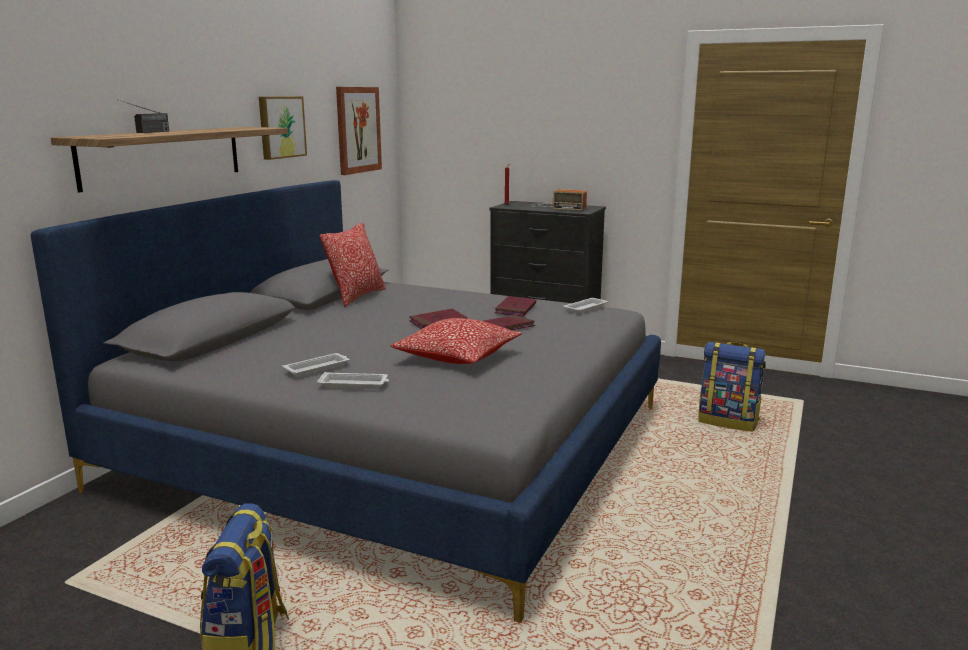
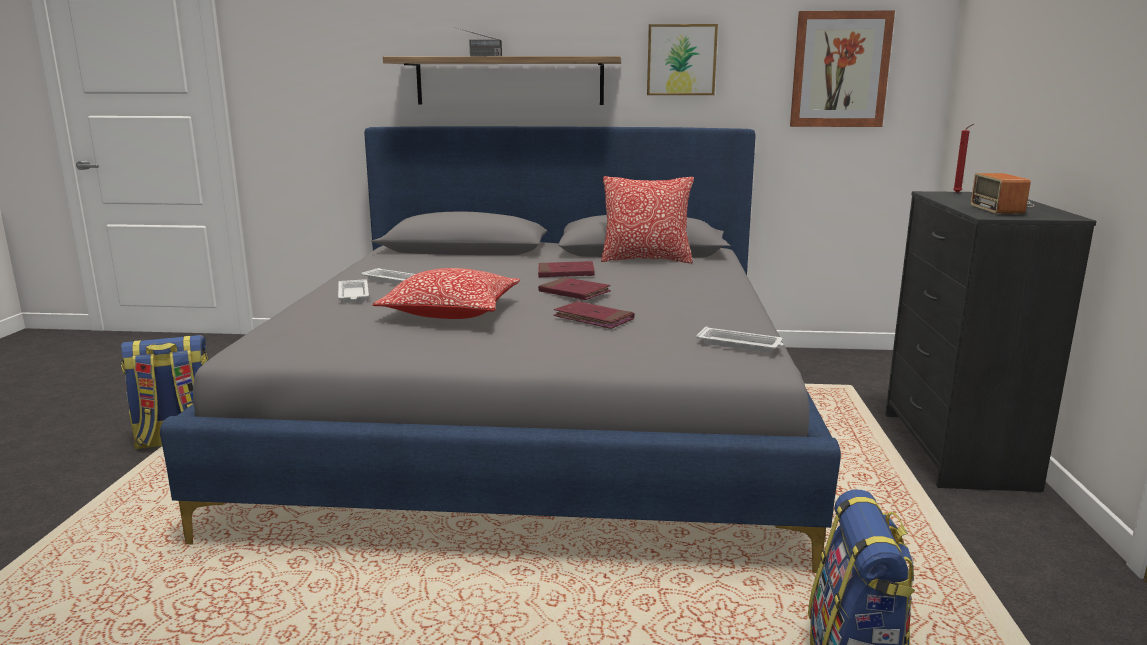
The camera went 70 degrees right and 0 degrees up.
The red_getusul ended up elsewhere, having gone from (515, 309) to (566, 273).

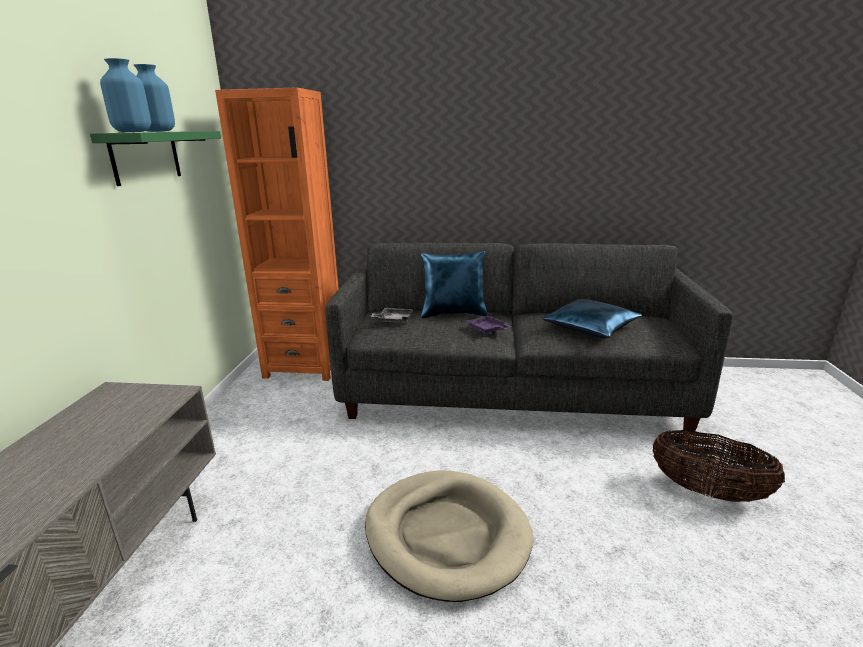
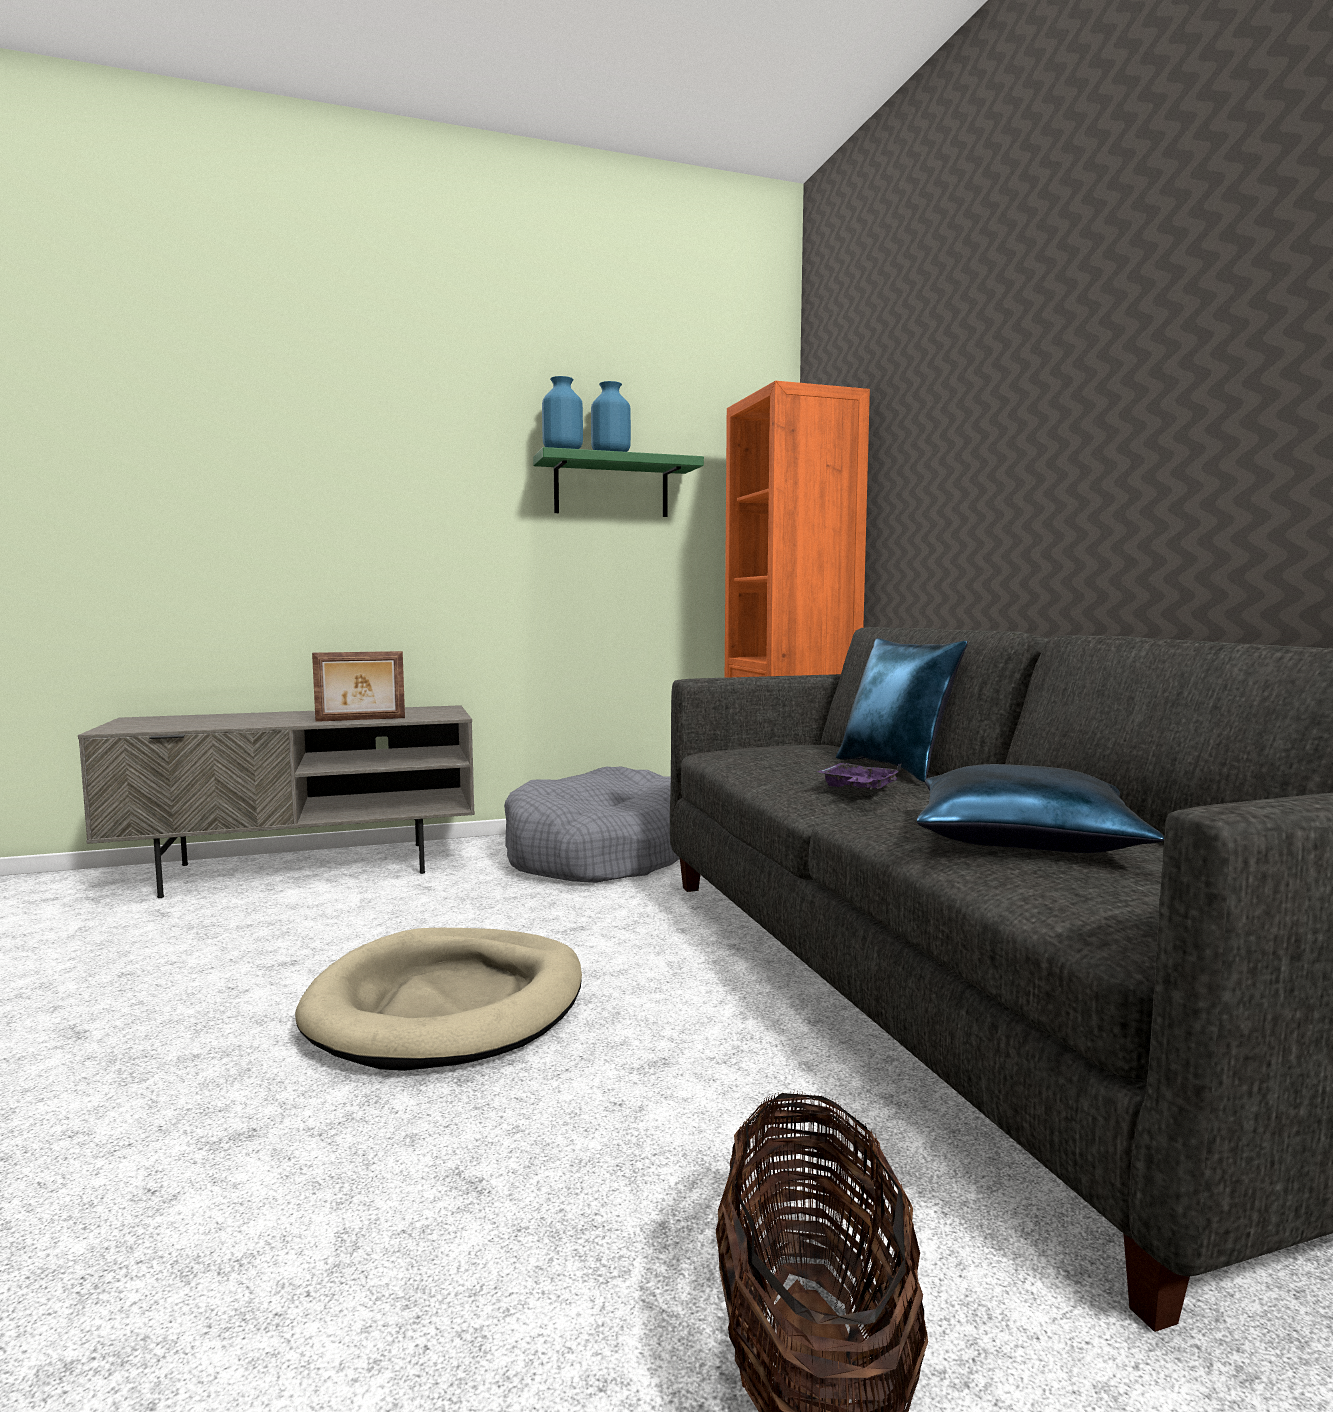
The camera went 65 degrees right and 15 degrees down.
The second view lost the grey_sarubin at (394, 320).
The second view gained the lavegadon at (360, 719).
The second view gained the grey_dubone at (602, 854).

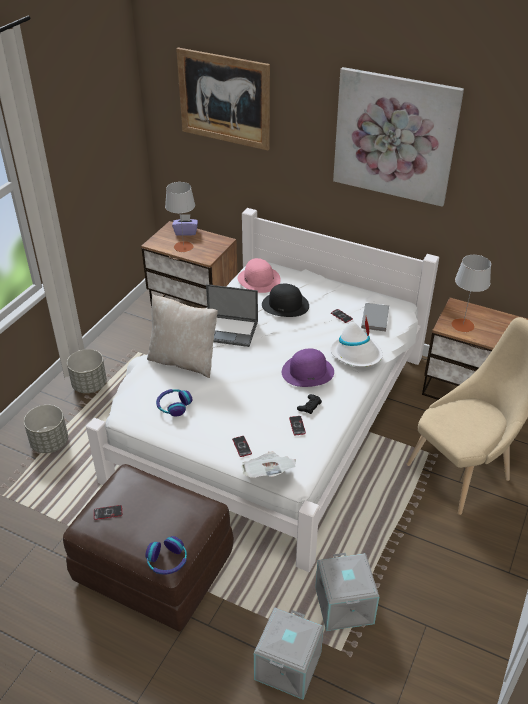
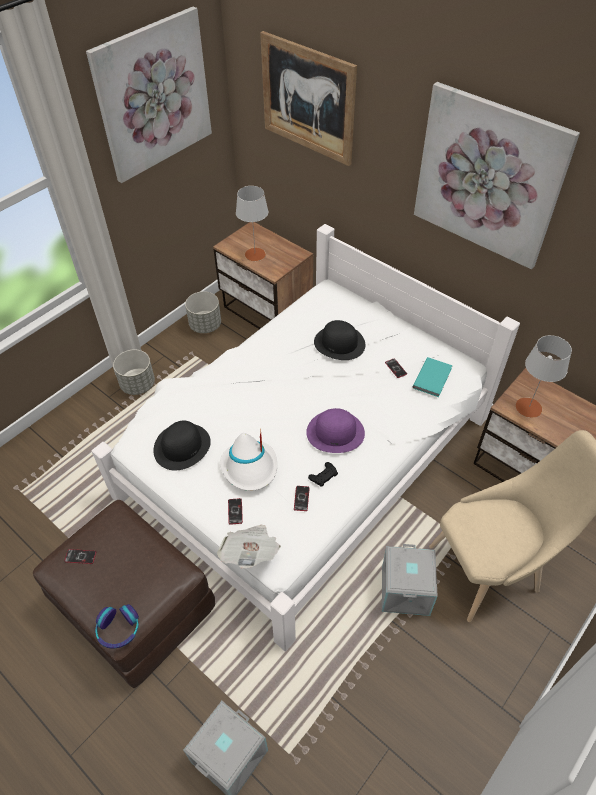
The camera went 15 degrees right and 10 degrees up.
The second view lost the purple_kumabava at (186, 232).
The second view lost the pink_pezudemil at (259, 280).
The second view lost the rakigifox at (229, 330).
The second view lost the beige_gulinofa at (184, 361).
What was the grey_getusul at (376, 318) turned into the turquoise_getusul at (433, 378).
The white_pezudemil ended up elsewhere, having gone from (357, 354) to (250, 467).
Where the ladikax stood at (173, 405), the black_pezudemil came to stand at (182, 446).
The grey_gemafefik ended up elsewhere, having gone from (50, 443) to (205, 325).
The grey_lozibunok ended up elsewhere, having gone from (345, 605) to (406, 591).
The second view gained the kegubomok at (153, 96).

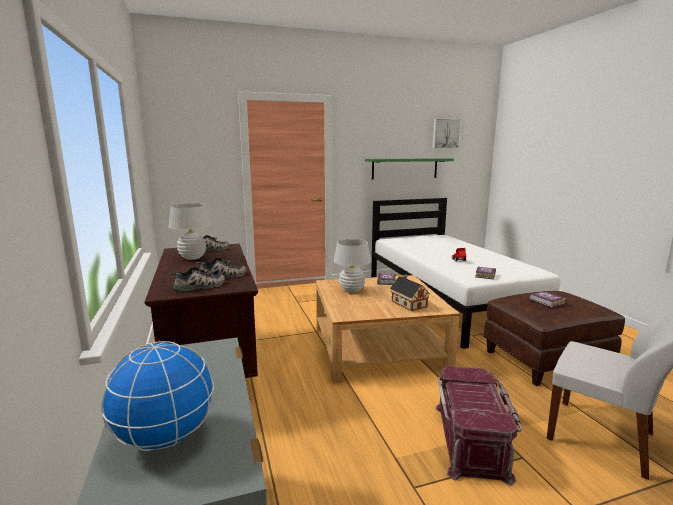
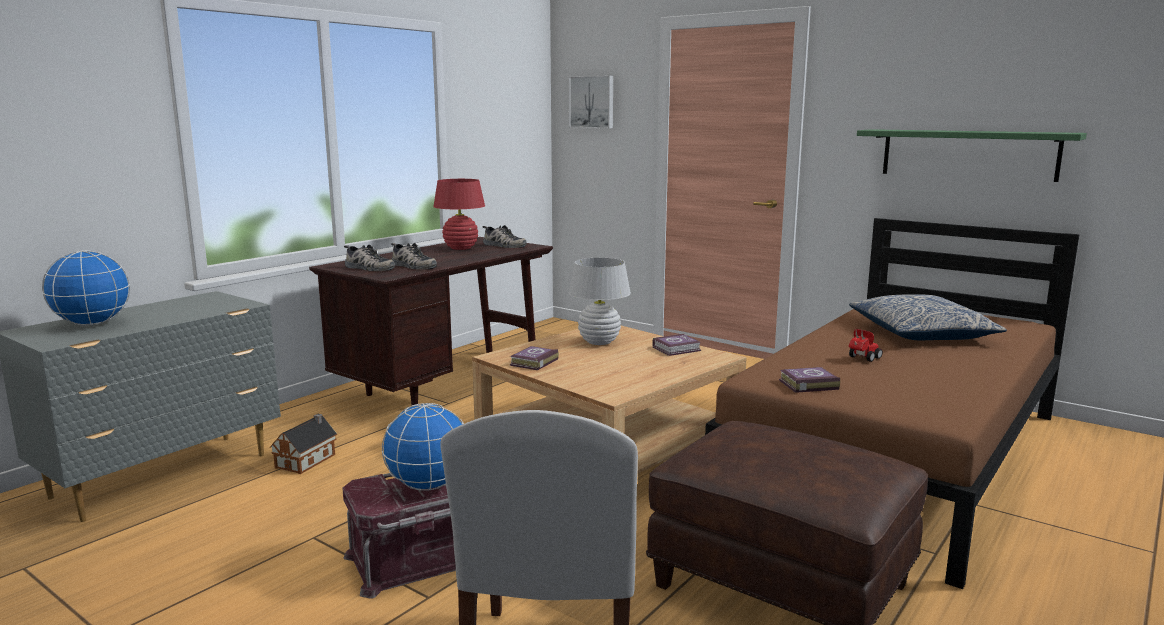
The camera went 55 degrees right and 0 degrees up.
The kegubomok ended up elsewhere, having gone from (445, 133) to (592, 102).
What was the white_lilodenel at (449, 300) turned into the brown_lilodenel at (898, 456).
What was the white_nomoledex at (192, 258) turned into the red_nomoledex at (460, 248).
The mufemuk ended up elsewhere, having gone from (408, 303) to (307, 460).
The getusul ended up elsewhere, having gone from (547, 302) to (533, 362).
The second view gained the gulinofa at (920, 333).
The second view gained the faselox at (428, 486).

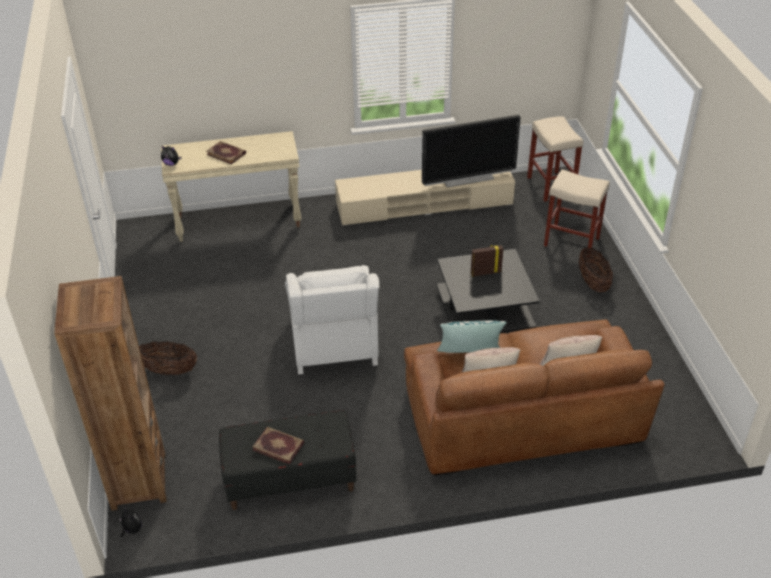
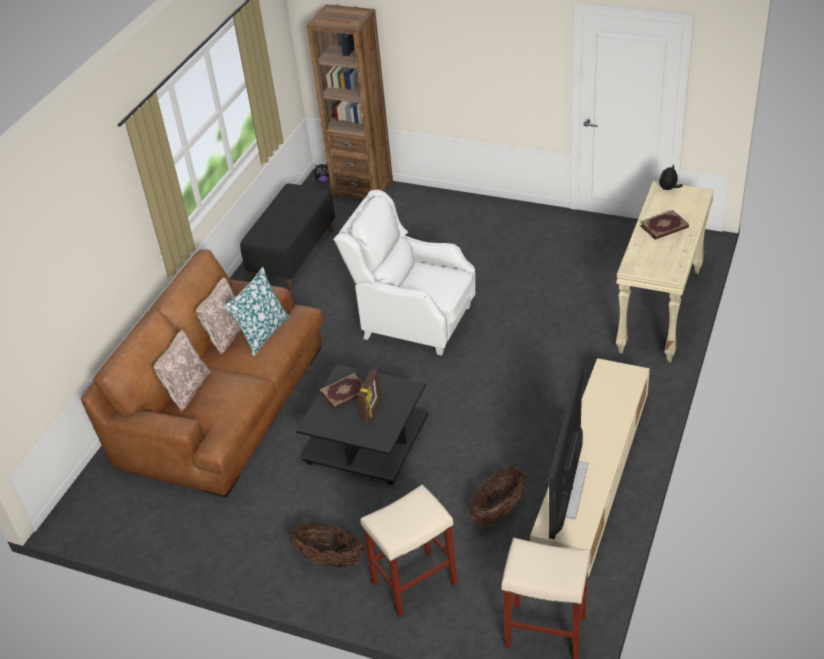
The camera went 125 degrees right and 0 degrees up.
The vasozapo ended up elsewhere, having gone from (169, 370) to (498, 511).
The getusul ended up elsewhere, having gone from (279, 446) to (345, 393).

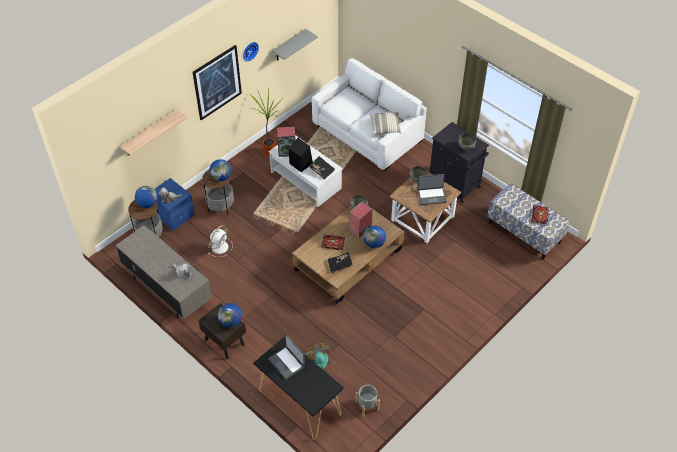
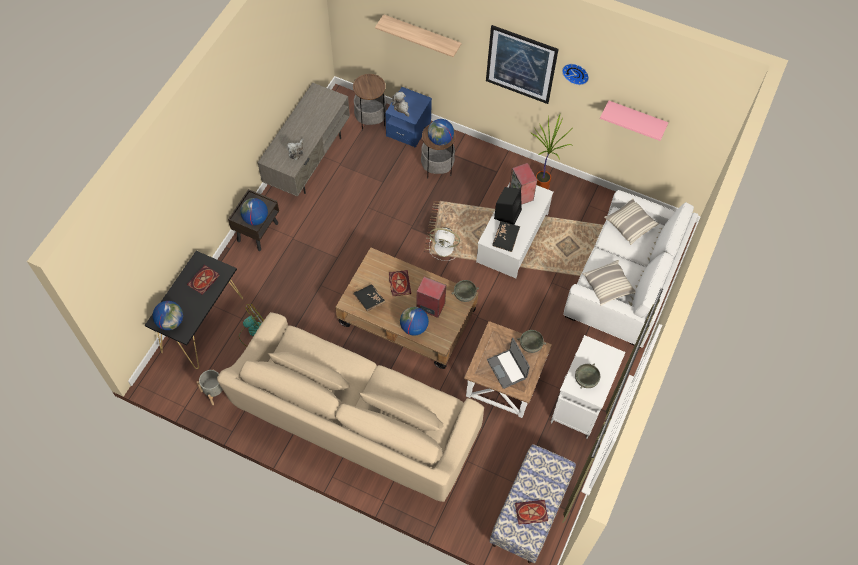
The camera went 70 degrees right and 10 degrees up.
What was the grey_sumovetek at (289, 45) turned into the pink_sumovetek at (636, 118).
What was the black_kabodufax at (455, 184) turned into the white_kabodufax at (579, 406).
The faselox ended up elsewhere, having gone from (147, 204) to (171, 322).
The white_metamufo ended up elsewhere, having gone from (220, 246) to (445, 248).
Where the rakigifox stood at (287, 362), the getusul came to stand at (203, 281).
The second view gained the gulinofa at (630, 225).
The second view gained the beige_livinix at (355, 420).

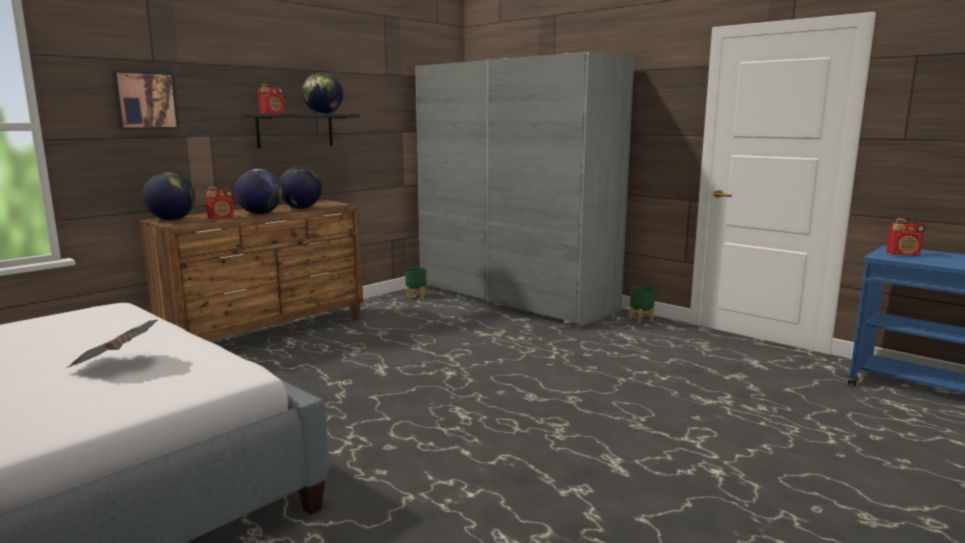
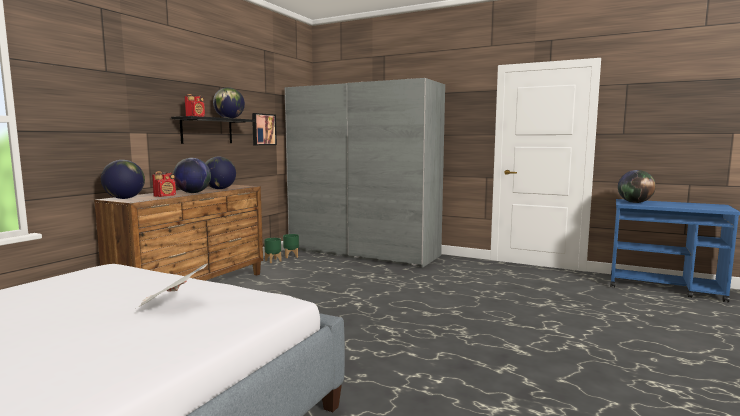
The camera went 15 degrees left and 5 degrees down.
The kegubomok ended up elsewhere, having gone from (145, 100) to (263, 129).
Where the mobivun stood at (903, 254), the faselox came to stand at (635, 202).
The green_gemafefik ended up elsewhere, having gone from (640, 319) to (273, 261).

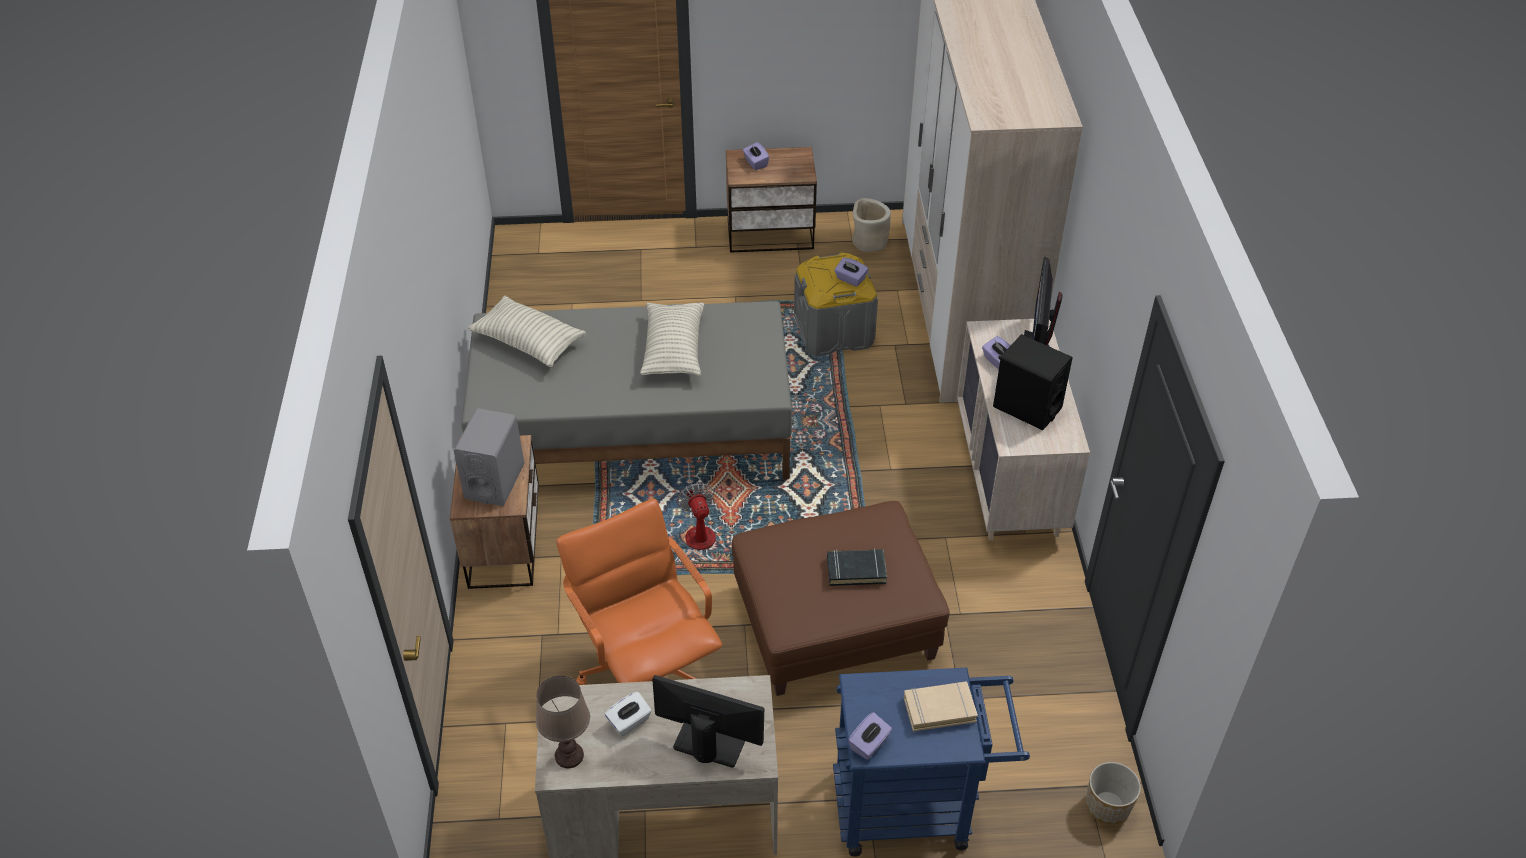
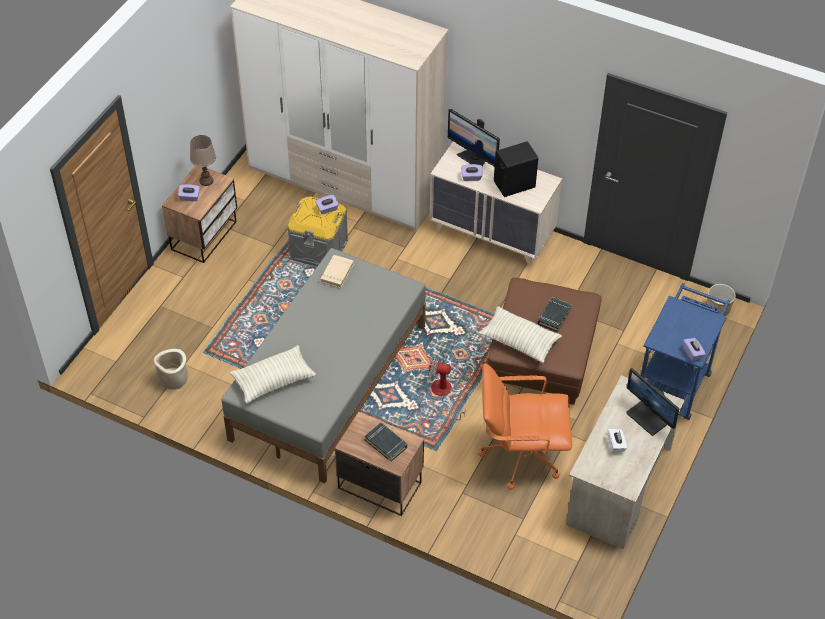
The camera went 60 degrees left and 5 degrees up.
The beige_gemafefik ended up elsewhere, having gone from (868, 242) to (173, 379).
The gulinofa ended up elsewhere, having gone from (673, 350) to (519, 341).
Where the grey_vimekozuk stood at (494, 481), the black_getusul came to stand at (386, 443).
The brown_nomoledex ended up elsewhere, having gone from (569, 756) to (206, 181).
The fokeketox at (709, 742) ended up facing another way, 90 degrees counterclockwise from before.
The beige_getusul ended up elsewhere, having gone from (939, 709) to (337, 273).

